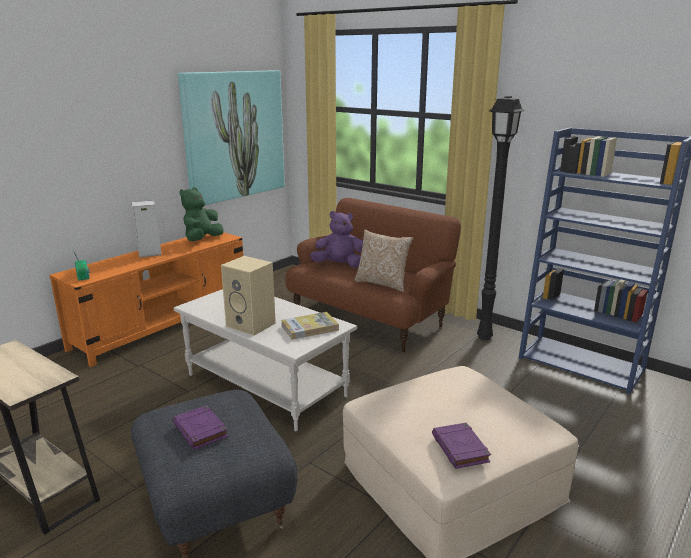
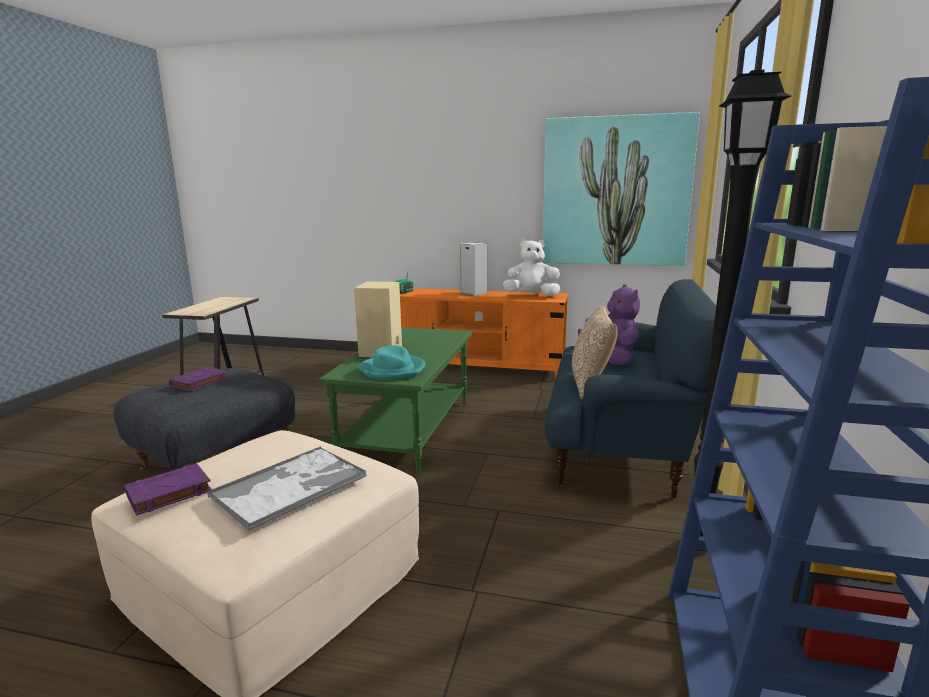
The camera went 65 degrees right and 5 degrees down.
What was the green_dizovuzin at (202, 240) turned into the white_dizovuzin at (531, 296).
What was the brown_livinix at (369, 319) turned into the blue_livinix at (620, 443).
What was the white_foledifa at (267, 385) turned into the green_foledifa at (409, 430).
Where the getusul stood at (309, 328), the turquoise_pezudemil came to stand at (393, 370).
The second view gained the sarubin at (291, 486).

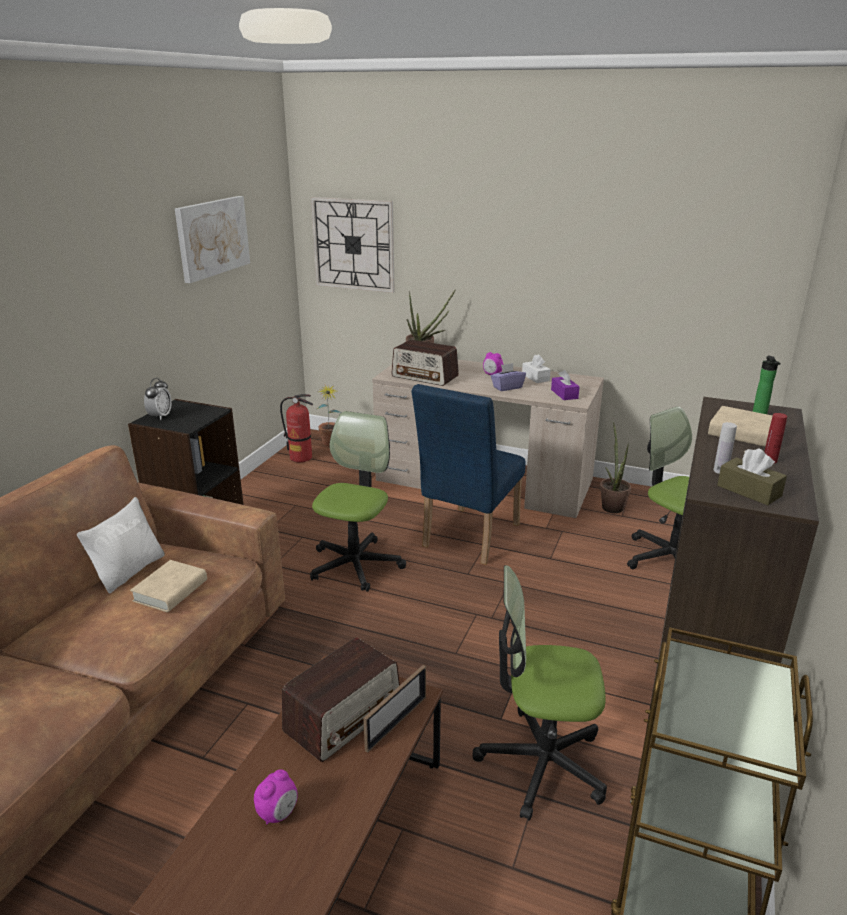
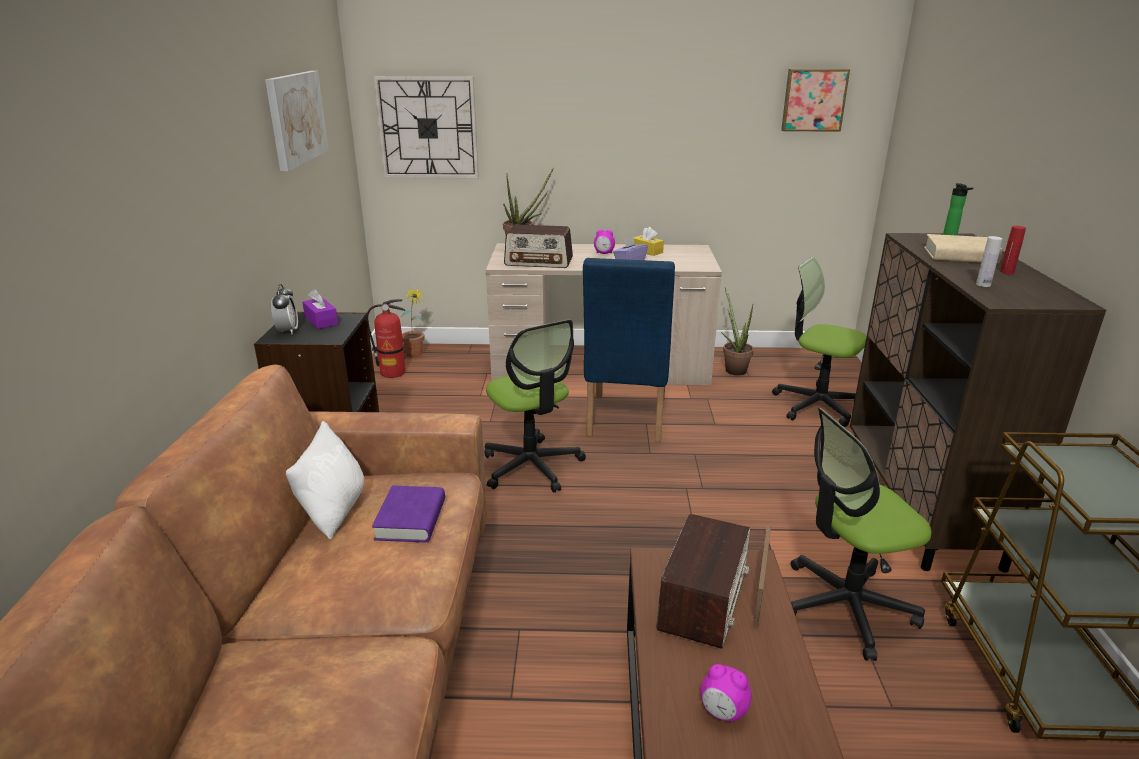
The camera went 20 degrees left and 0 degrees up.
What was the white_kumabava at (535, 377) turned into the yellow_kumabava at (647, 251).
The purple_kumabava ended up elsewhere, having gone from (564, 394) to (321, 321).
The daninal at (355, 565) ended up facing another way, 150 degrees clockwise from before.
The second view lost the brown_kumabava at (749, 491).
What was the beige_getusul at (171, 591) turned into the purple_getusul at (411, 519).
The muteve at (278, 813) ended up facing another way, 105 degrees clockwise from before.
The second view gained the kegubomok at (813, 100).

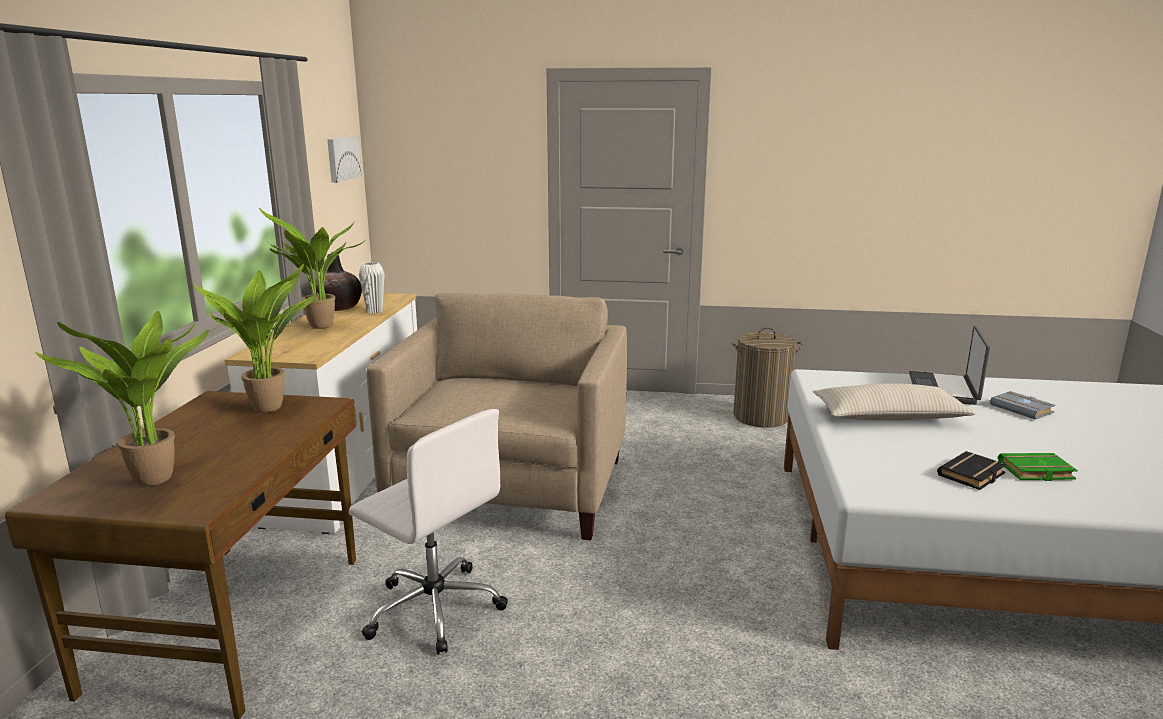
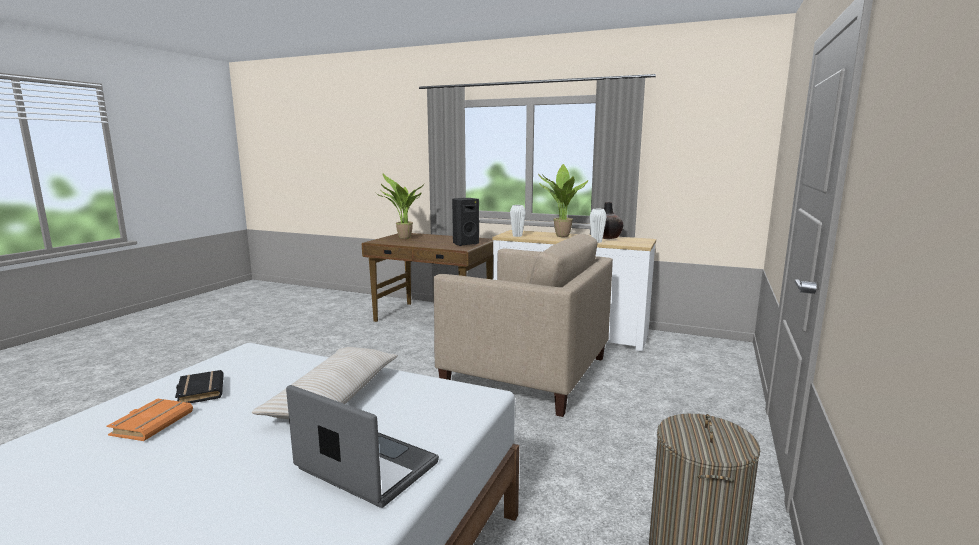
The camera went 105 degrees right and 5 degrees down.
The second view lost the kegubomok at (342, 158).
Where the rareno stood at (272, 407), the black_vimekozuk came to stand at (465, 244).
The second view lost the grey_getusul at (1023, 409).
The second view lost the white_daninal at (433, 608).
What was the green_getusul at (1035, 472) turned into the orange_getusul at (151, 423).
The second view gained the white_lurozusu at (517, 236).

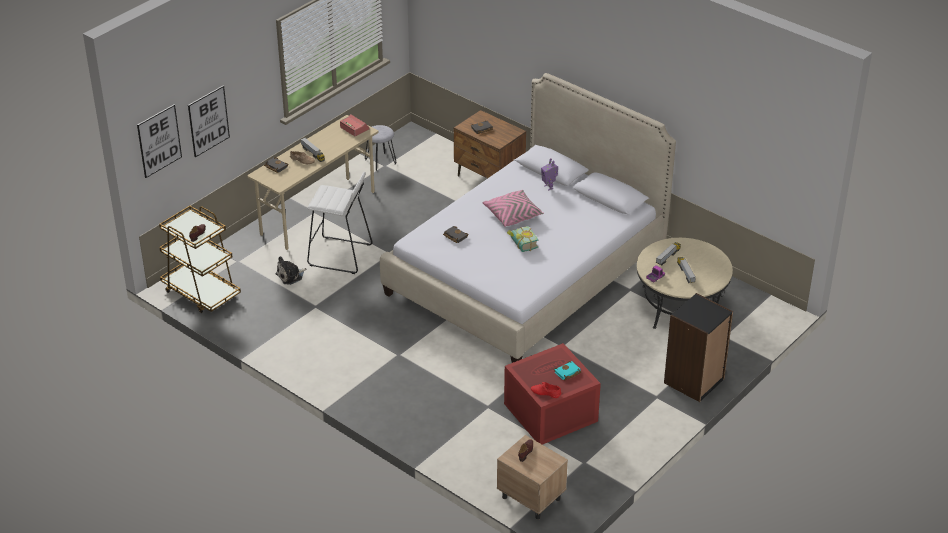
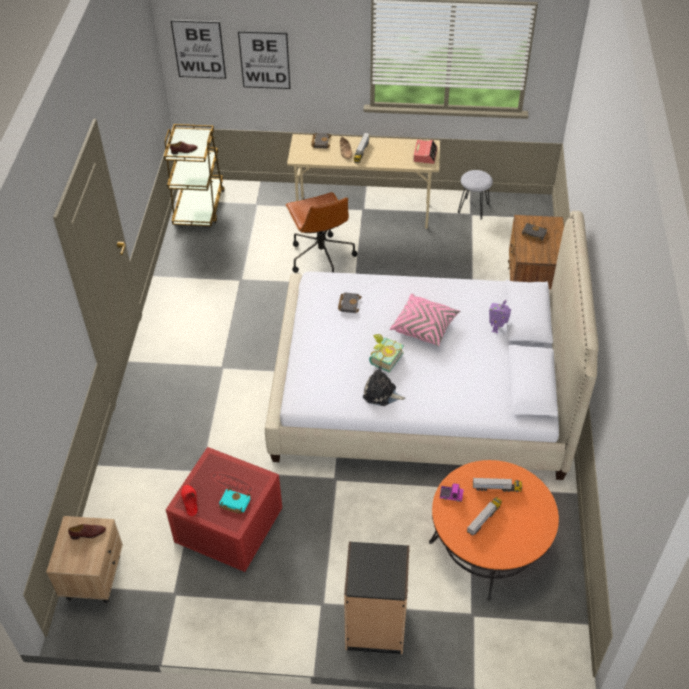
The camera went 55 degrees right and 10 degrees up.
Where the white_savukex stood at (340, 255), the brown_daninal came to stand at (321, 257).
What was the beige_foledifa at (680, 305) turned into the orange_foledifa at (488, 545).
The dizovuzin ended up elsewhere, having gone from (291, 276) to (381, 394).

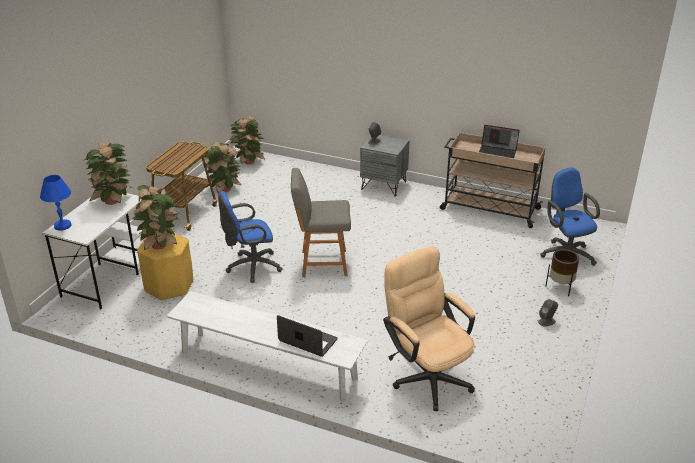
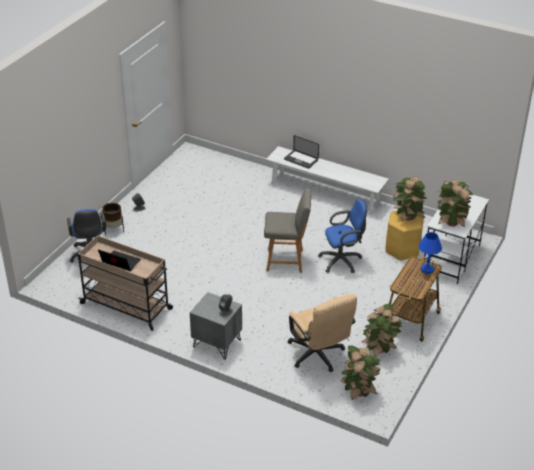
The camera went 175 degrees left and 5 degrees up.
The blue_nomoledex ended up elsewhere, having gone from (62, 225) to (427, 269).
The beige_daninal ended up elsewhere, having gone from (427, 375) to (318, 356).

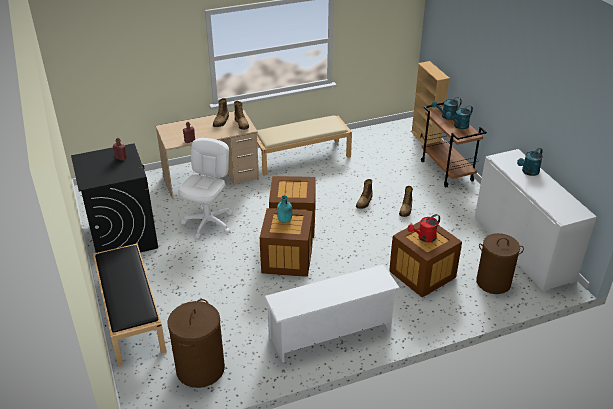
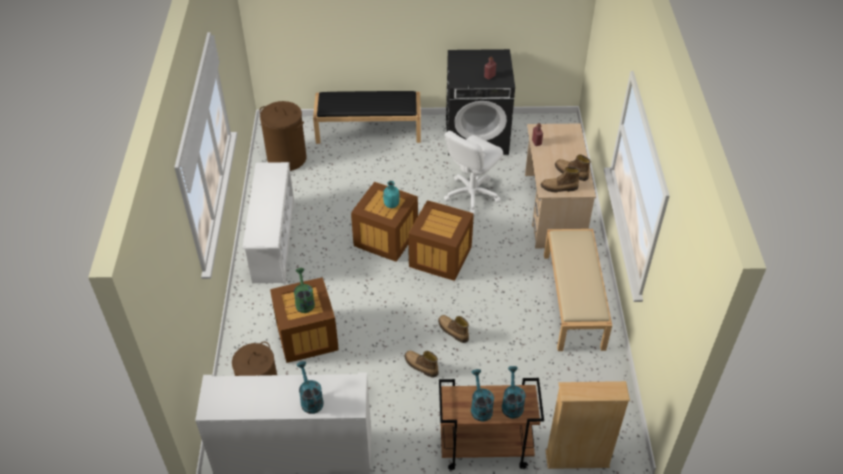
The camera went 110 degrees right and 10 degrees up.
The white_daninal at (209, 223) ended up facing another way, 90 degrees clockwise from before.
What was the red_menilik at (424, 238) turned into the green_menilik at (304, 301).

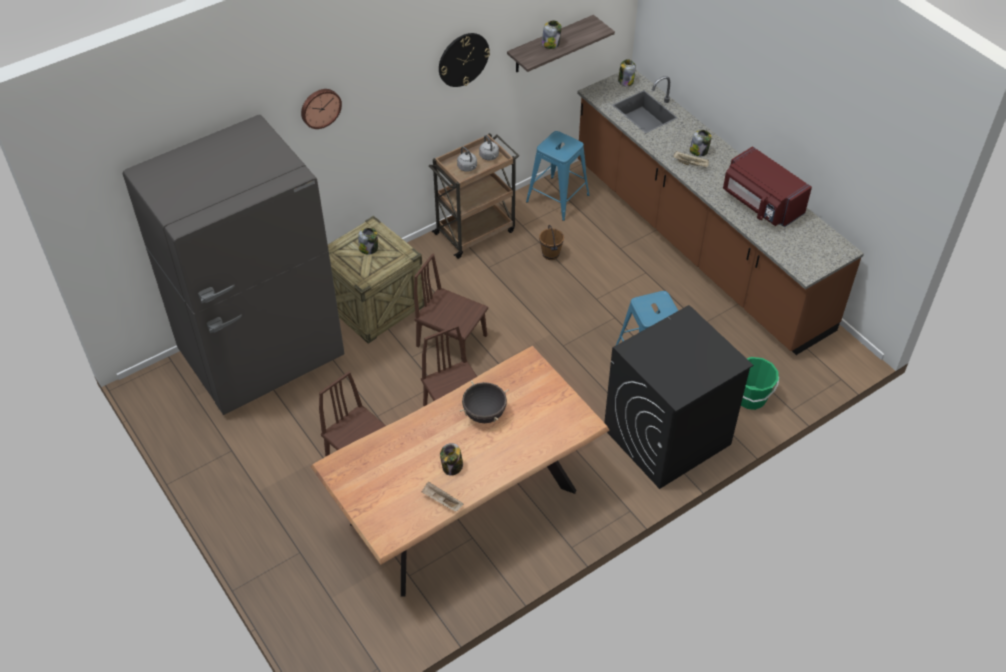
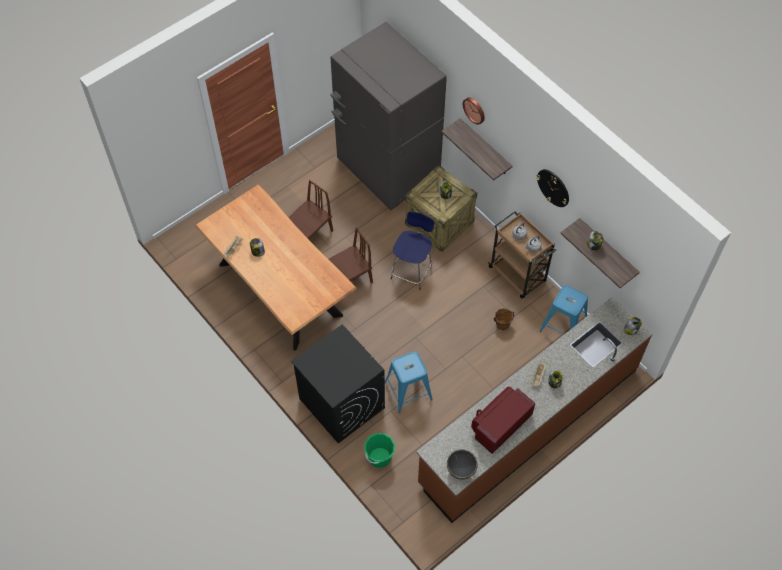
The camera went 85 degrees right and 10 degrees up.
Where the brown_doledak stood at (452, 341), the blue_savukex came to stand at (412, 270).
The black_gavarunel ended up elsewhere, having gone from (484, 414) to (461, 469).
The second view gained the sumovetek at (485, 148).

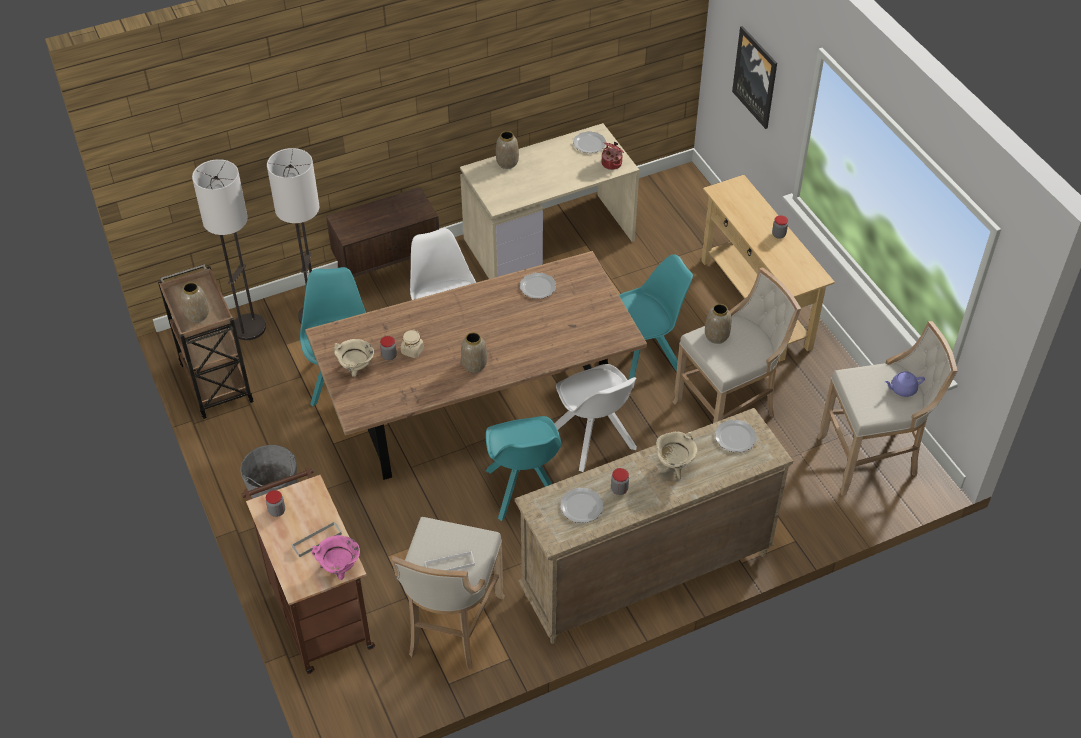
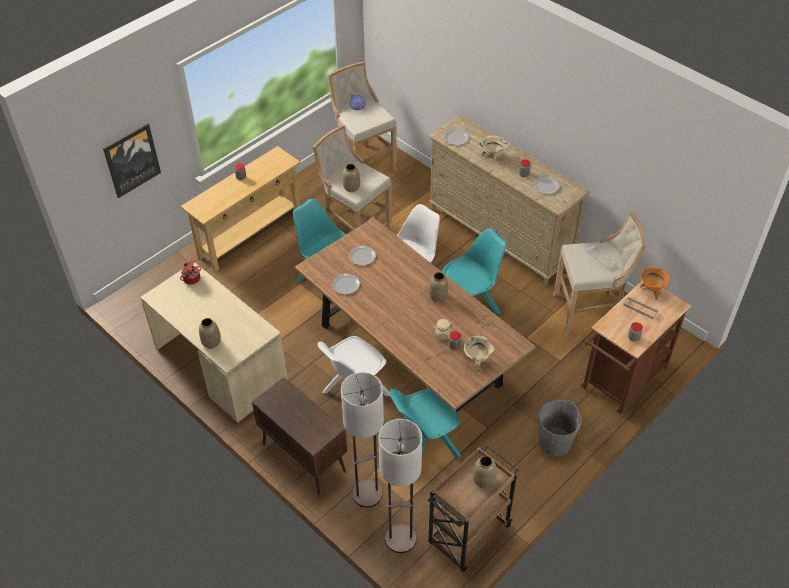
The camera went 110 degrees left and 0 degrees up.
The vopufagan ended up elsewhere, having gone from (589, 143) to (362, 256).
What was the pink_gavarunel at (339, 569) turned into the orange_gavarunel at (651, 290).

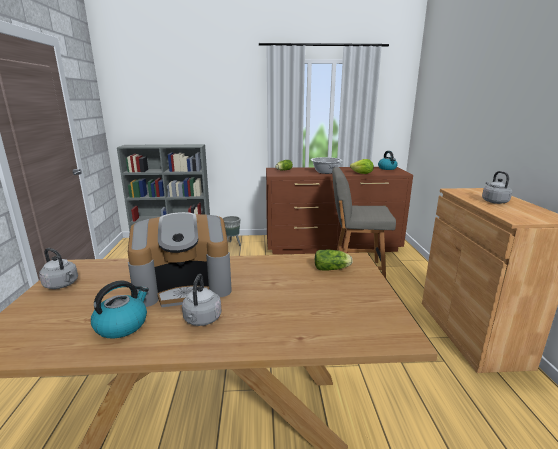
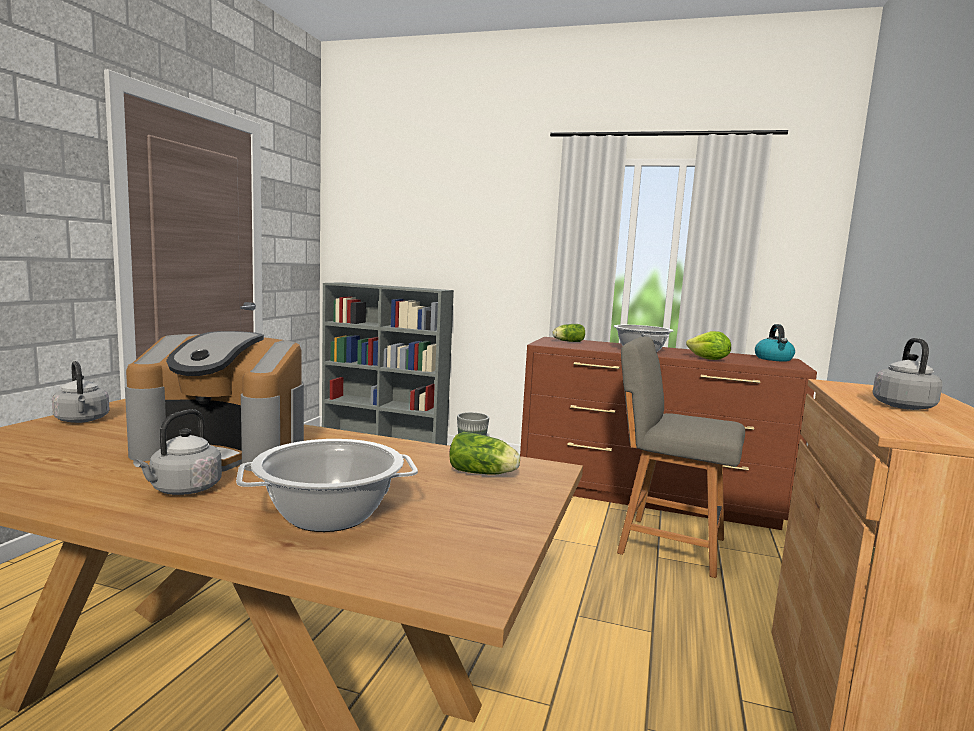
The camera went 20 degrees right and 10 degrees down.
The second view lost the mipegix at (122, 325).
The second view gained the gavarunel at (329, 515).

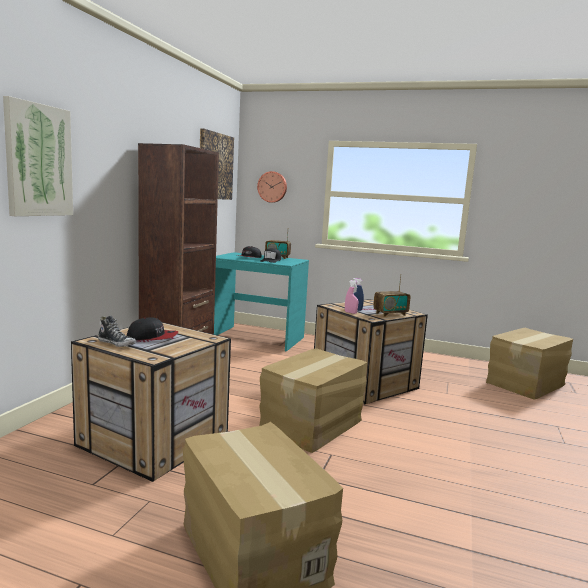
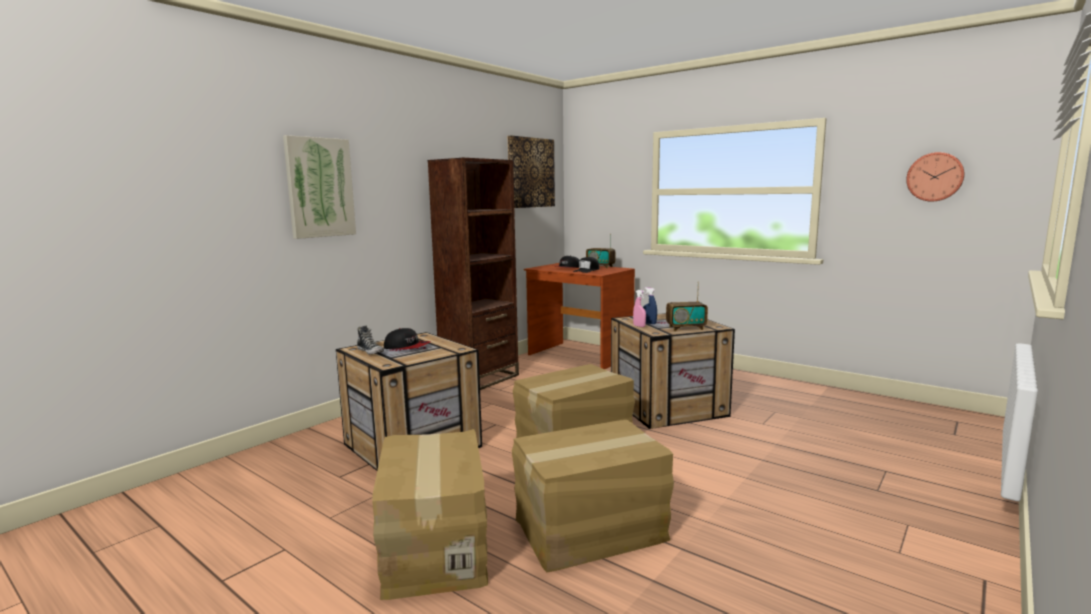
The camera went 20 degrees right and 0 degrees up.
The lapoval ended up elsewhere, having gone from (272, 187) to (935, 177).
What was the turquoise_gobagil at (256, 338) turned into the brown_gobagil at (579, 356).
The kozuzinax ended up elsewhere, having gone from (526, 384) to (591, 531).

